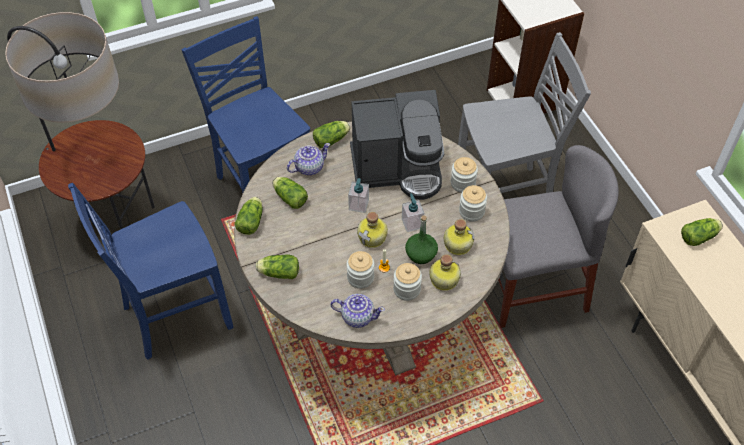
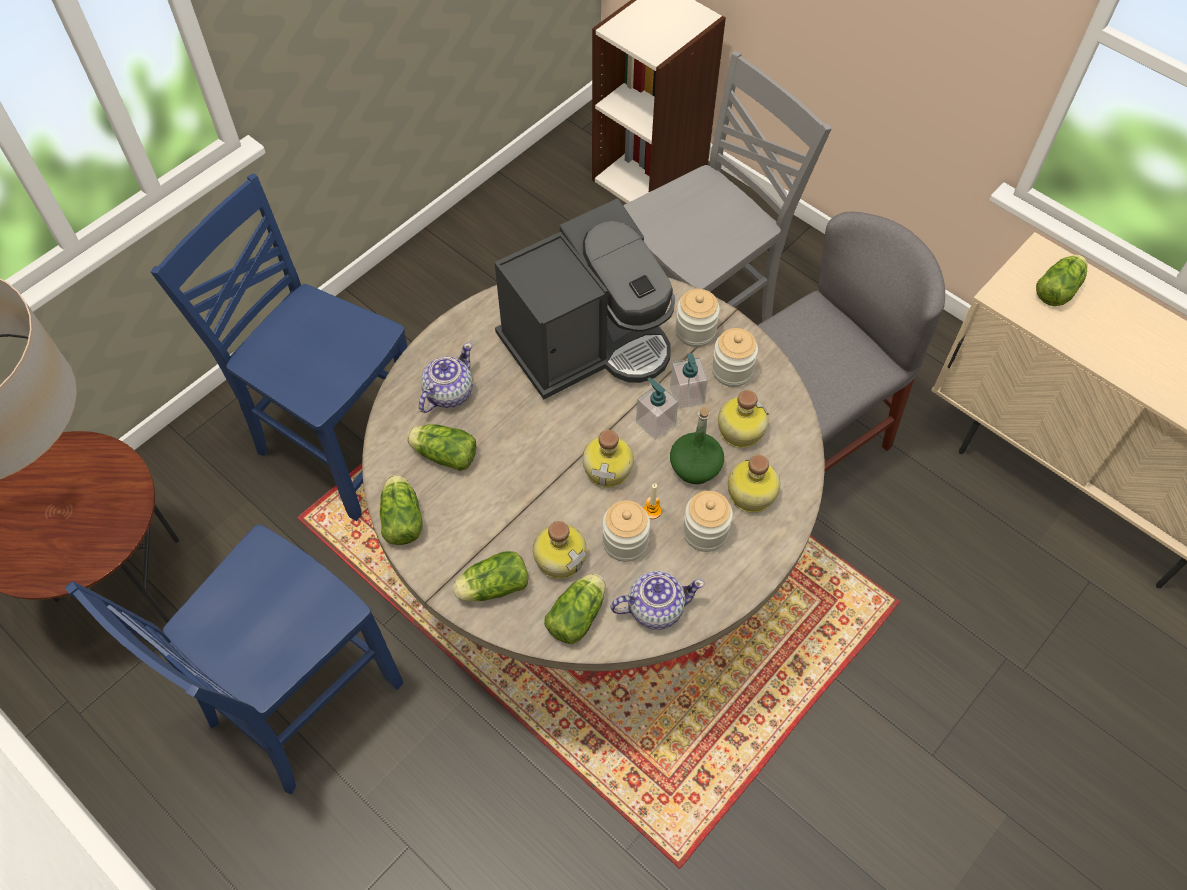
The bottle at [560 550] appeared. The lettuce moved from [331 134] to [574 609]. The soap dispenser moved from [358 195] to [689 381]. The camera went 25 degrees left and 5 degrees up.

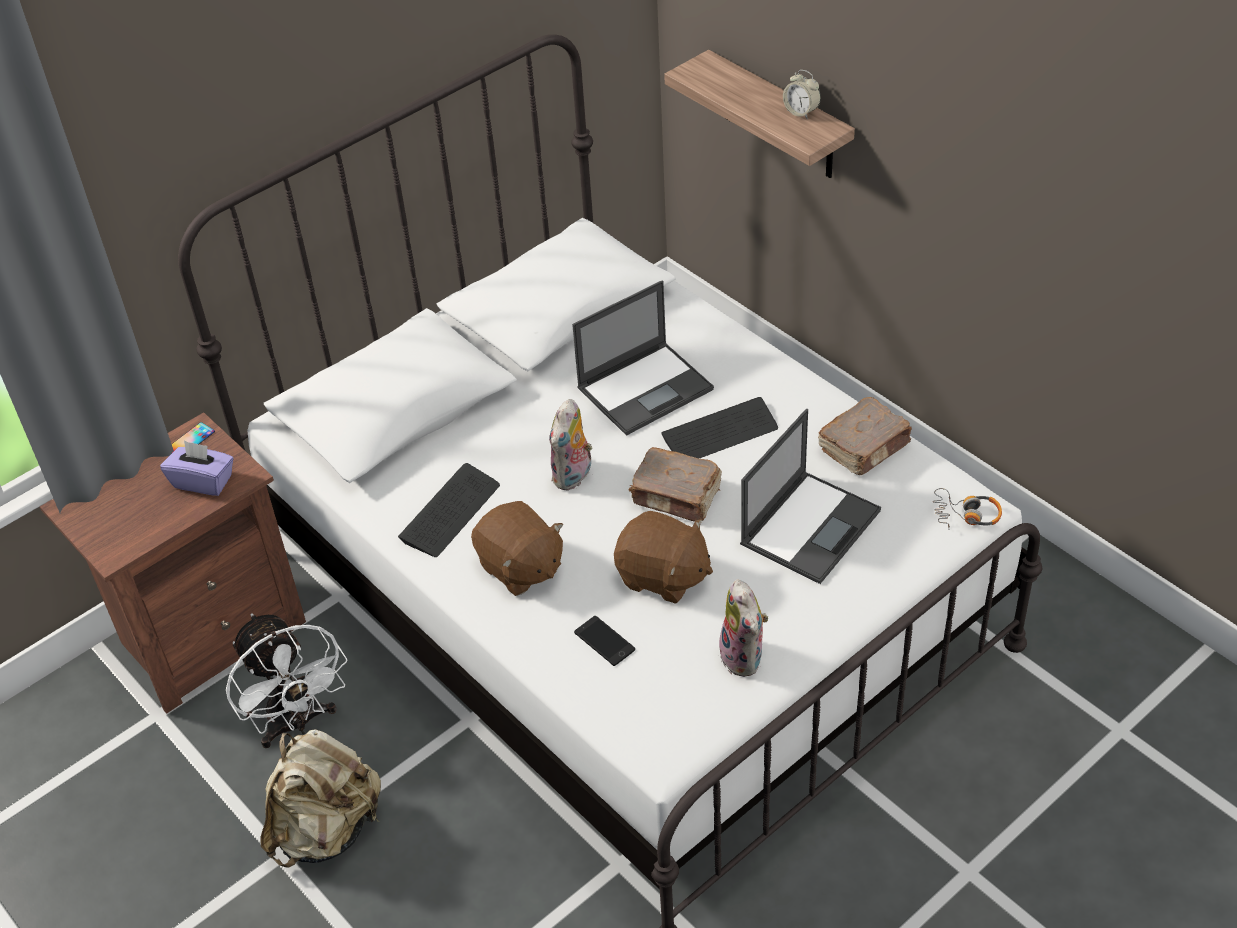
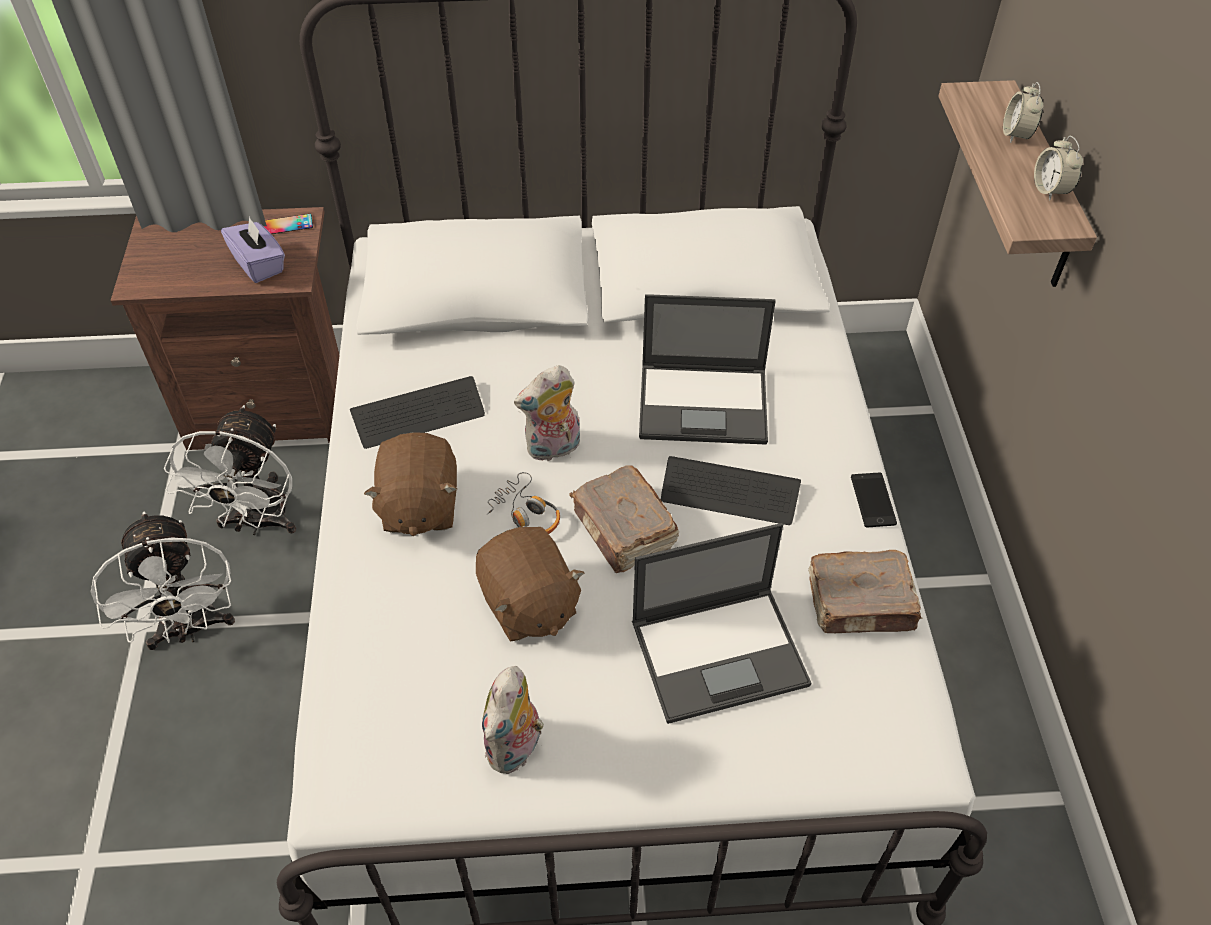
The backpack (beige) at [320 798] was replaced by the fan (white) at [163 581]. The headphones moved from [967 508] to [523 503]. The phone moved from [604 641] to [874 500]. The alarm clock at [1023 112] appeared. The camera went 35 degrees right and 5 degrees up.

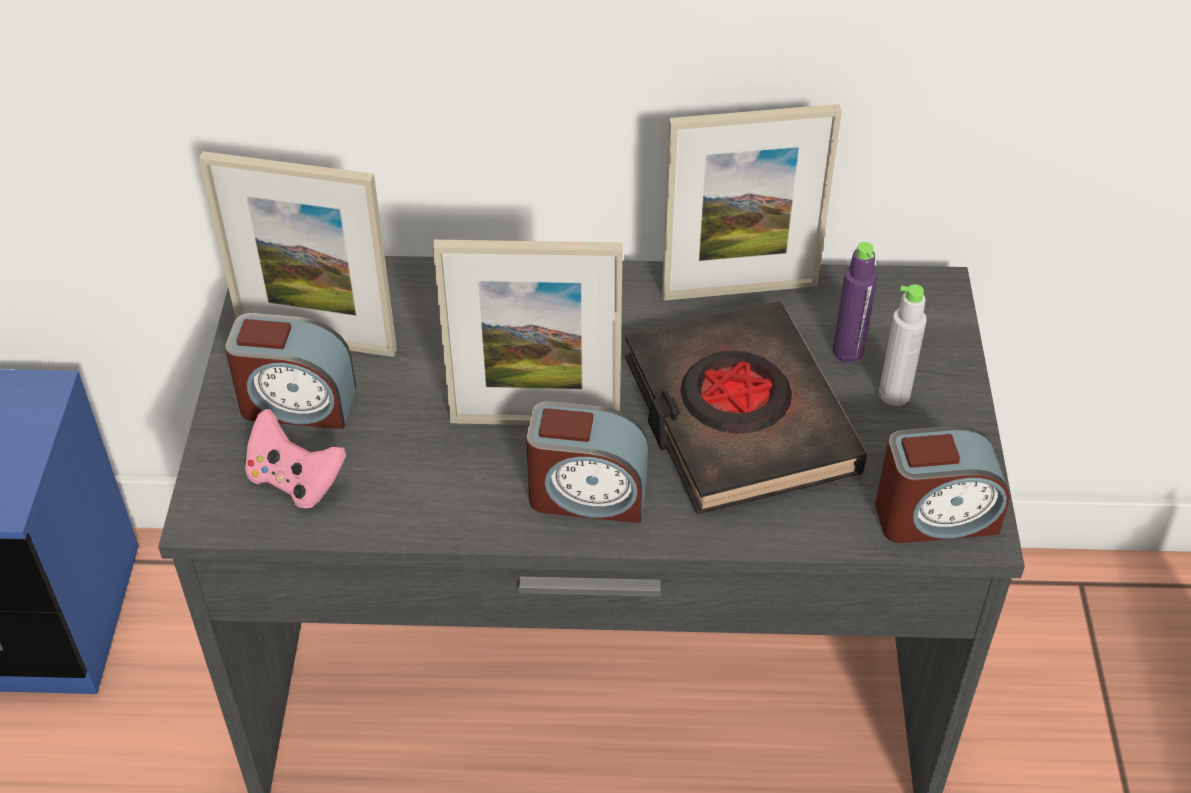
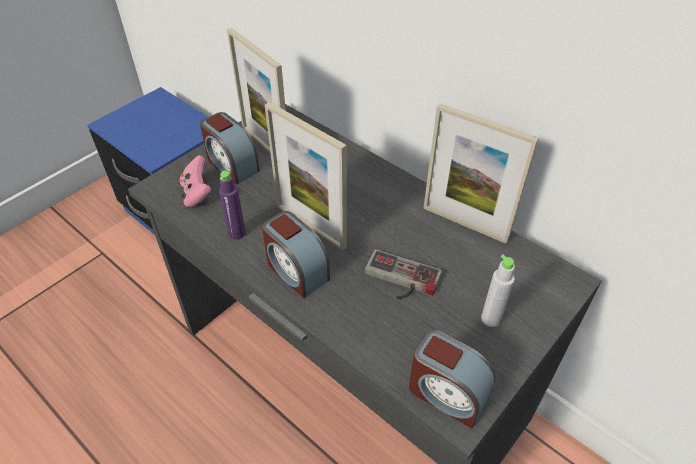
The bottle (purple) moved from [855 302] to [232 205]. The book (black) at [746 408] was replaced by the game controller at [403 274]. The camera went 40 degrees right and 0 degrees up.

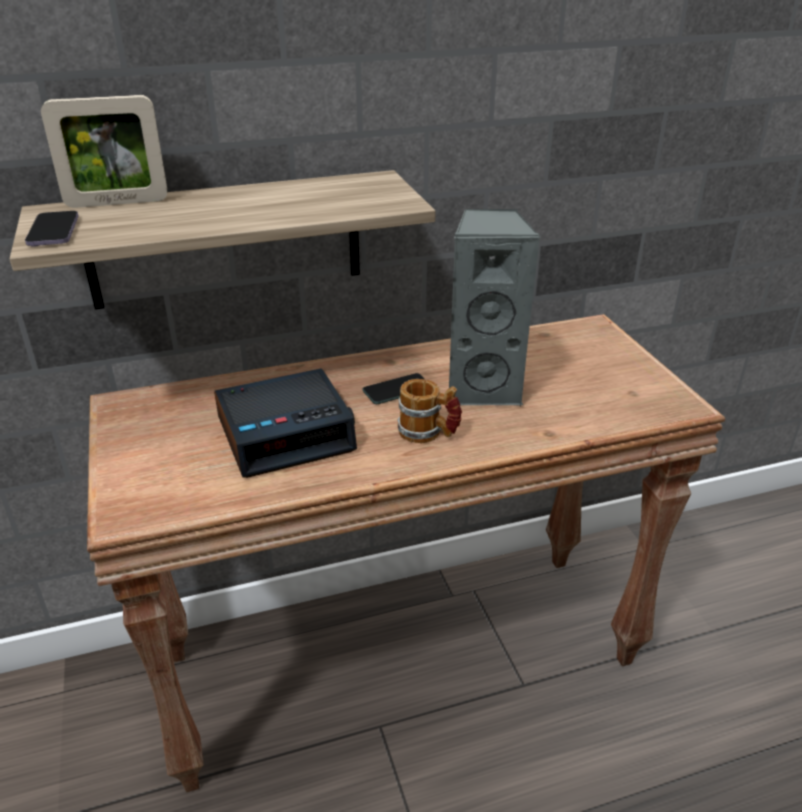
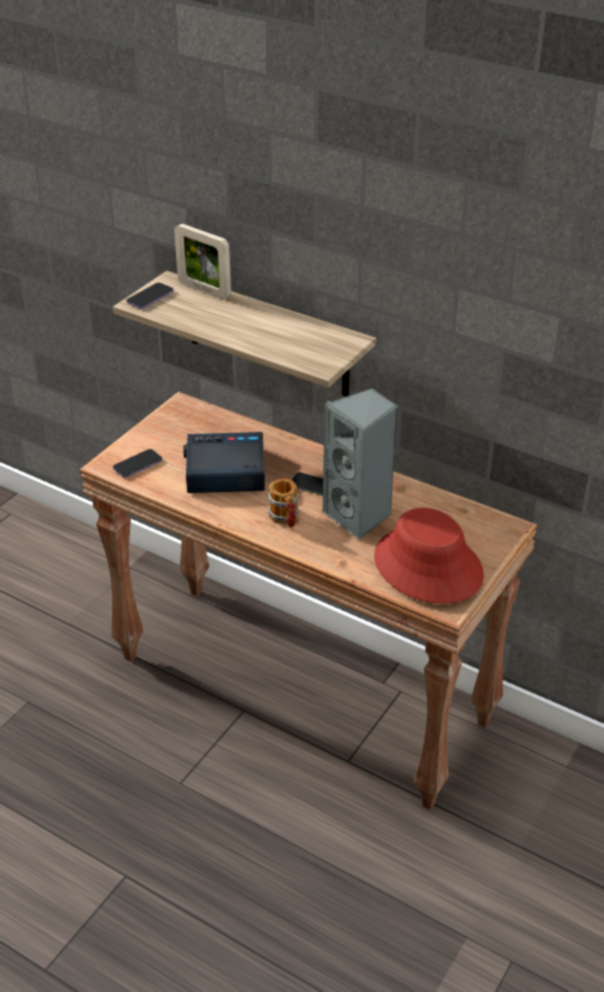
The phone at [137 463] appeared. The alarm clock at [285 423] turned 150 degrees clockwise. The hat (red) at [429 556] appeared. The camera went 50 degrees right and 5 degrees up.

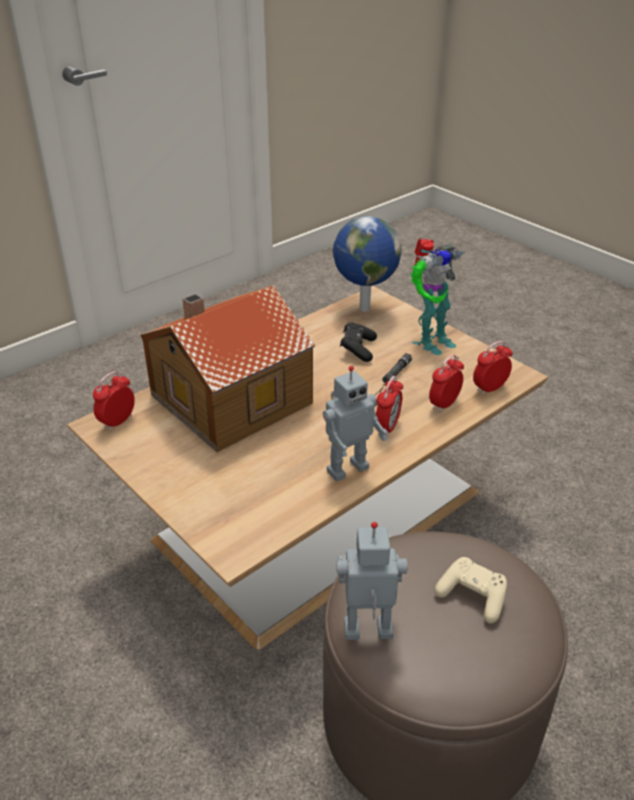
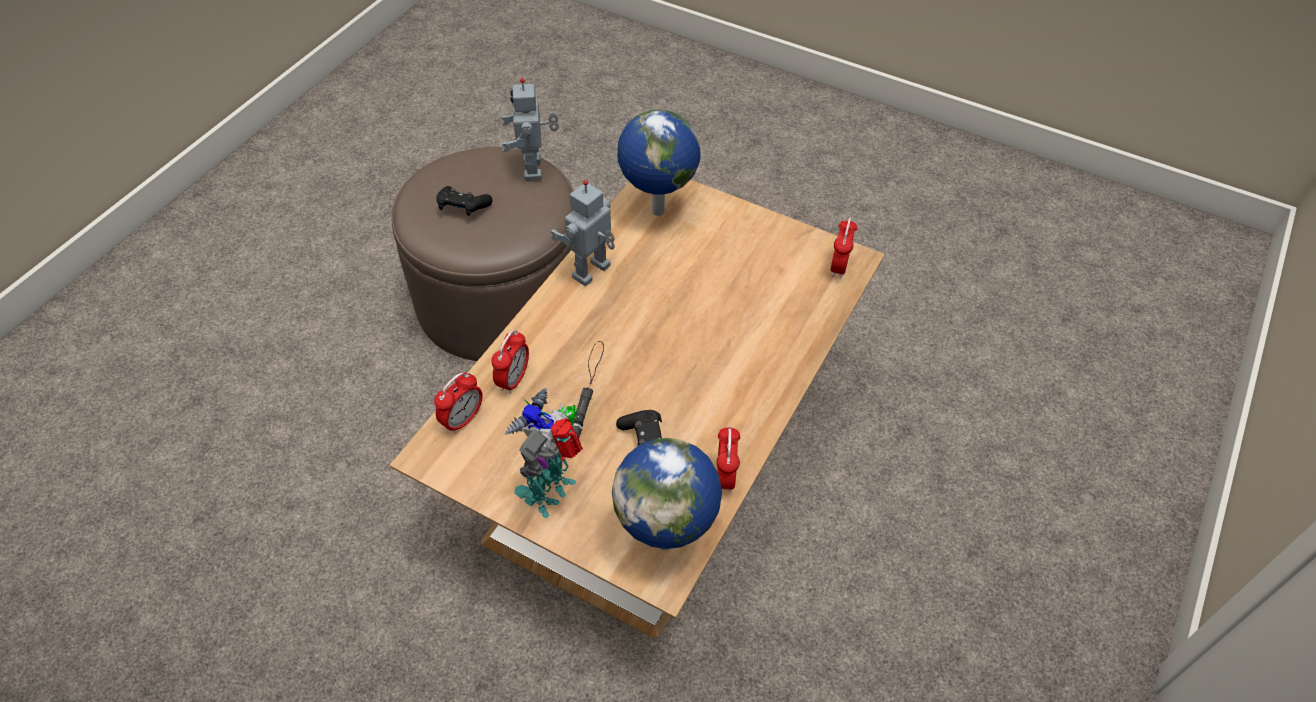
The game controller (beige) at [471 590] became the game controller (black) at [464 201]. The toy robot at [372 581] turned 105 degrees clockwise. The globe at [659 162] appeared. The alarm clock moved from [389 406] to [728 459]. The toy house at [227 368] disappeared. The camera went 160 degrees right and 15 degrees up.

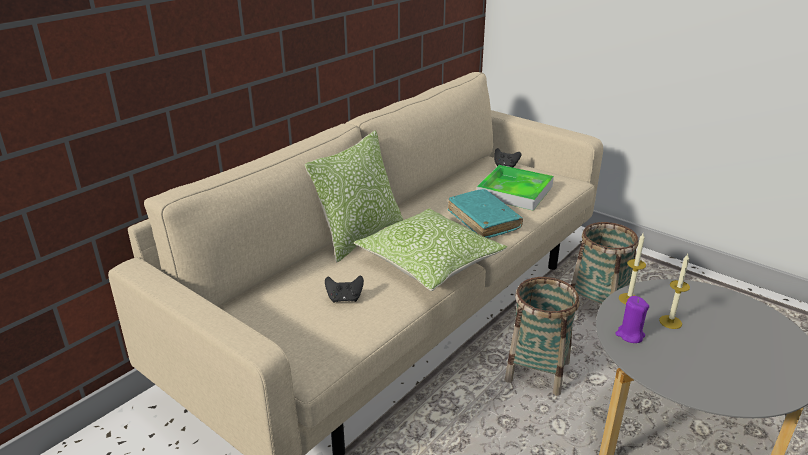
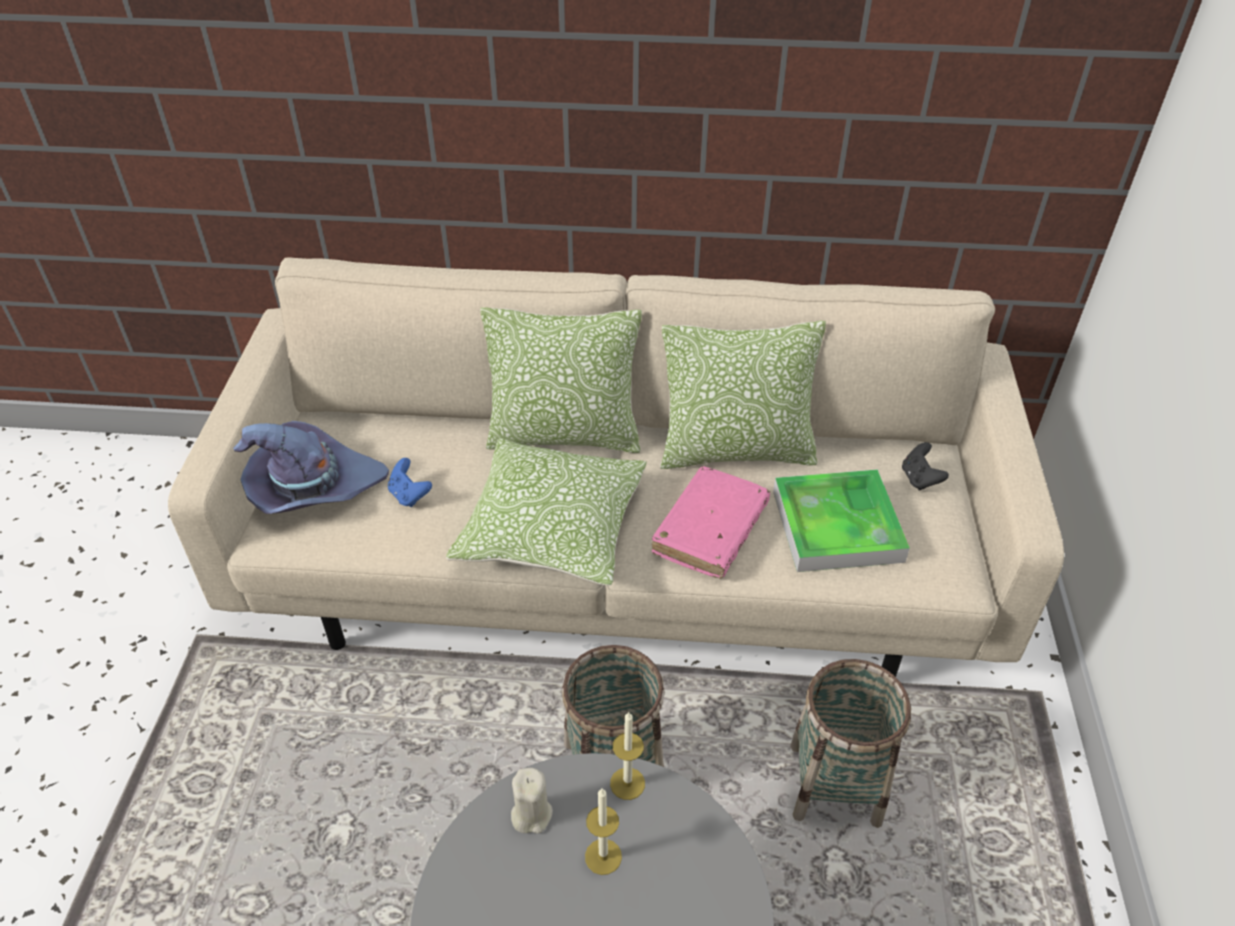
The hat (purple) at [311 467] appeared. The game controller (black) at [344 289] became the game controller (blue) at [410 482]. The candle (purple) at [632 319] became the candle (beige) at [532 800]. The book (turquoise) at [485 213] became the book (pink) at [711 522]. The pillow at [743 395] appeared. The camera went 55 degrees right and 15 degrees up.

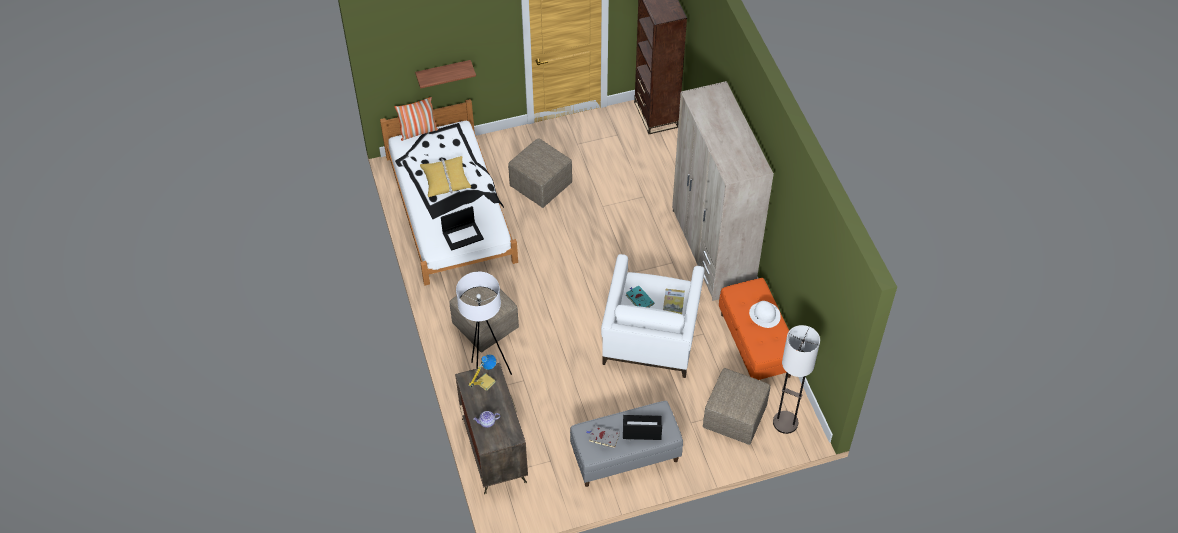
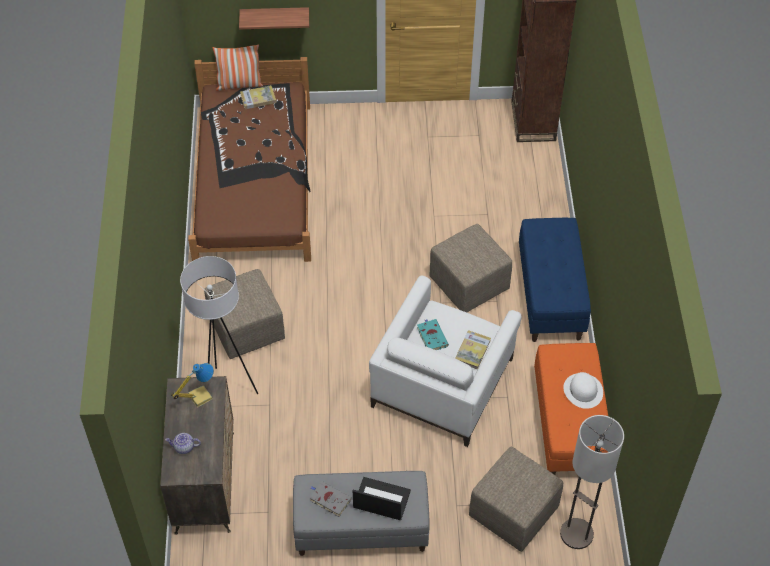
The bed (white) at [449 192] became the bed (brown) at [249 159]. The book at [258 97] appeared. The ottoman (beige) moved from [540 173] to [470 268]. The wardrobe (beige) at [723 191] was replaced by the bench (blue) at [555 280]. The pillow (yellow) at [445 176] disappeared. The laptop at [462 228] disappeared. The camera went 15 degrees right and 0 degrees up.

